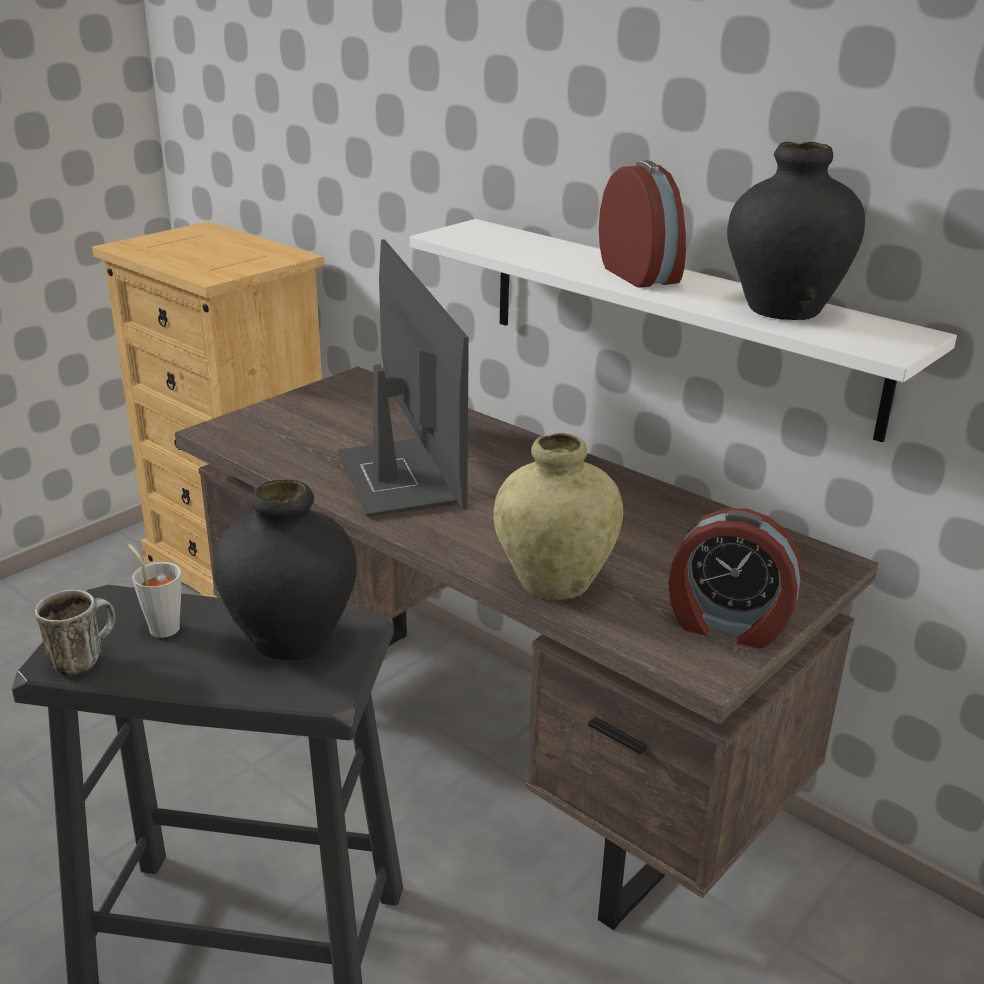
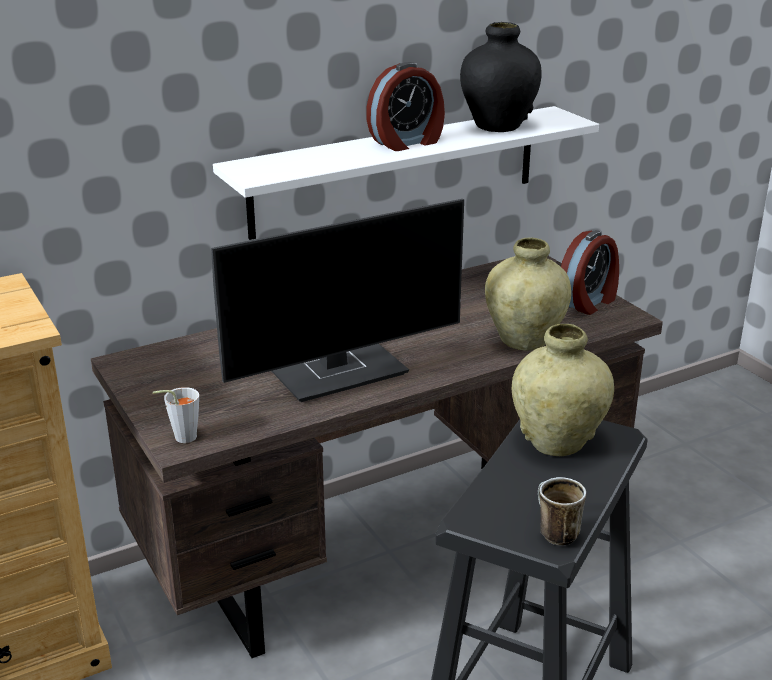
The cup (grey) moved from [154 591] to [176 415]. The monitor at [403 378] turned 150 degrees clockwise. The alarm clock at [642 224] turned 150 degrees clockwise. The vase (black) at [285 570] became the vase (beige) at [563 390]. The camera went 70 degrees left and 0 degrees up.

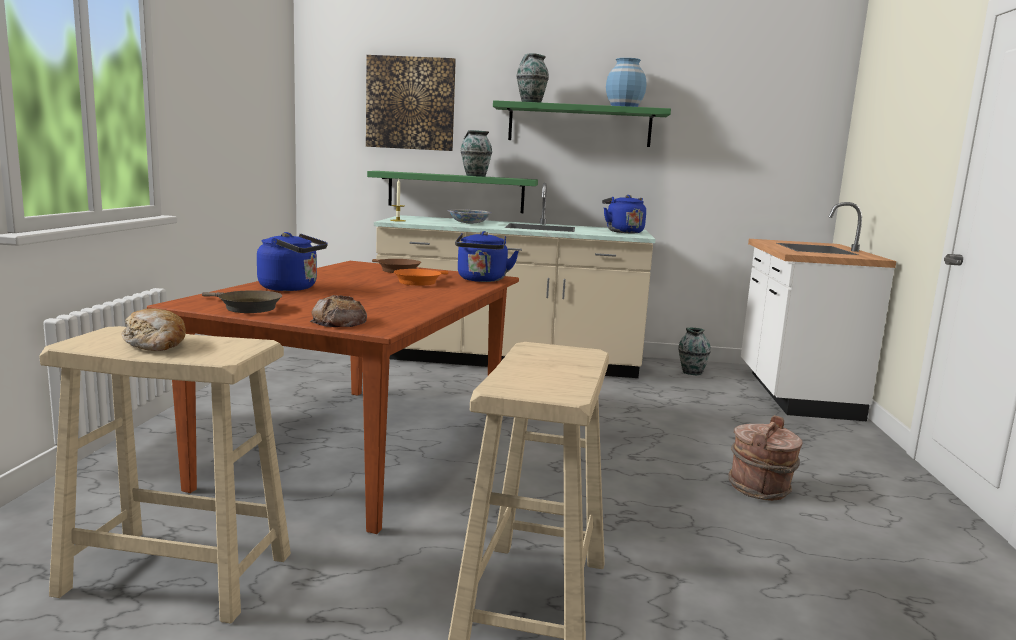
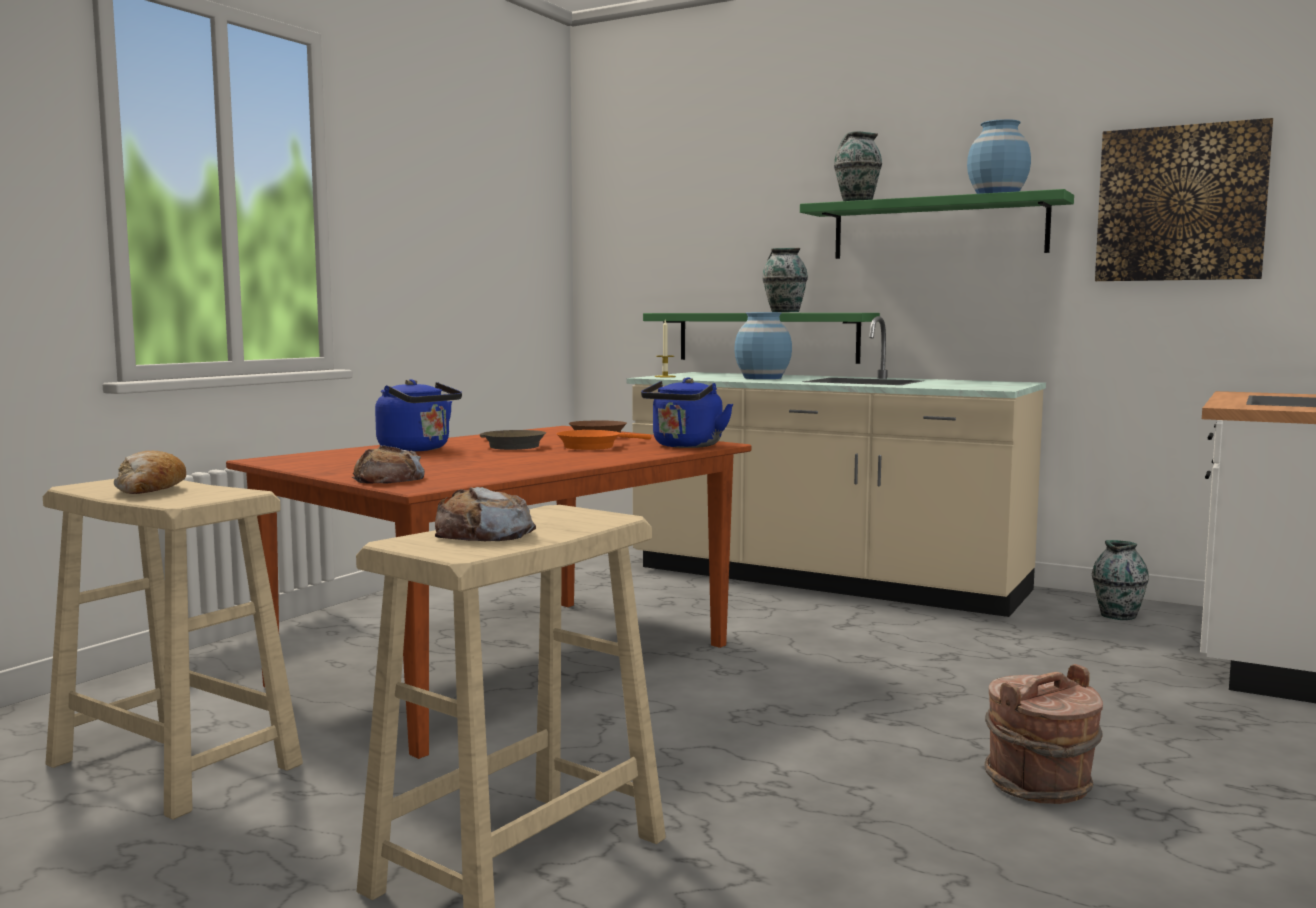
The bread at [485 514] appeared. The frying pan (brown) moved from [242 301] to [513 440]. The bowl at [469 216] was replaced by the vase (blue) at [763 345]. The picture moved from [411 103] to [1184 199]. The kettle (blue) at [624 214] disappeared. The camera went 25 degrees right and 5 degrees down.

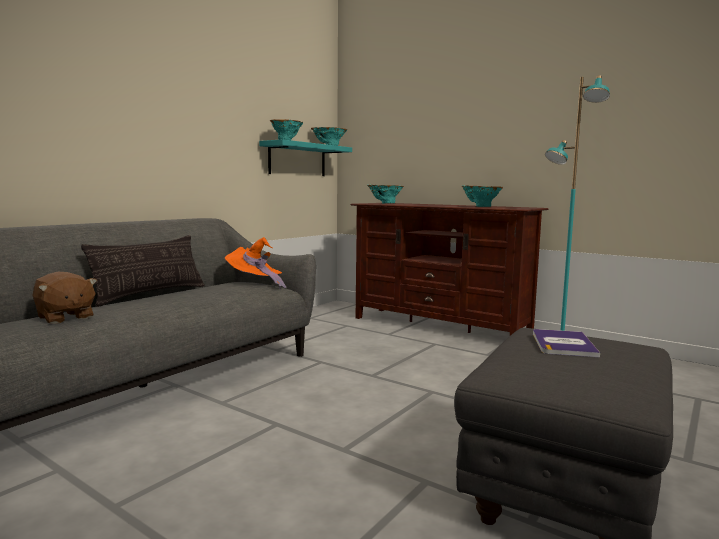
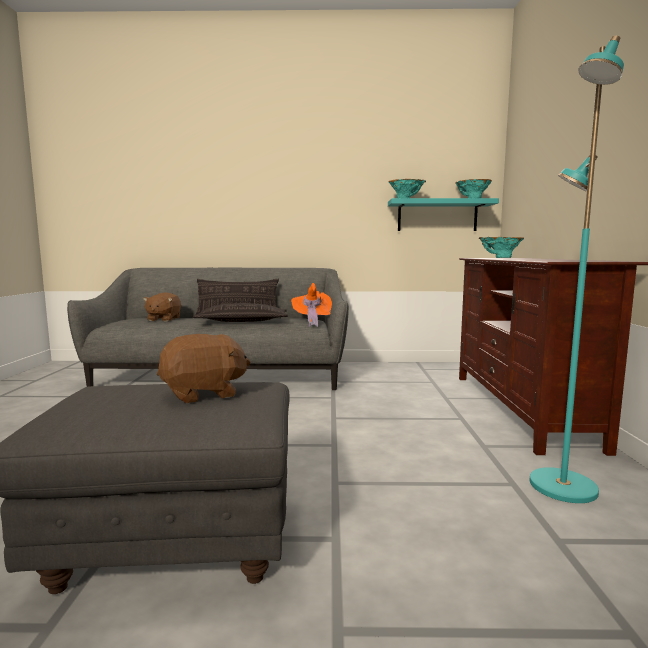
The book at [566 343] was replaced by the plush toy (brown) at [204 368]. The pillow at [240 312] appeared. The vase (turquoise) at [482 196] disappeared. The camera went 55 degrees right and 0 degrees up.

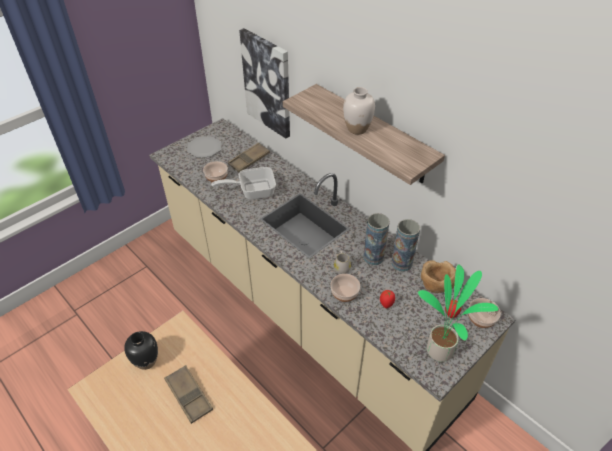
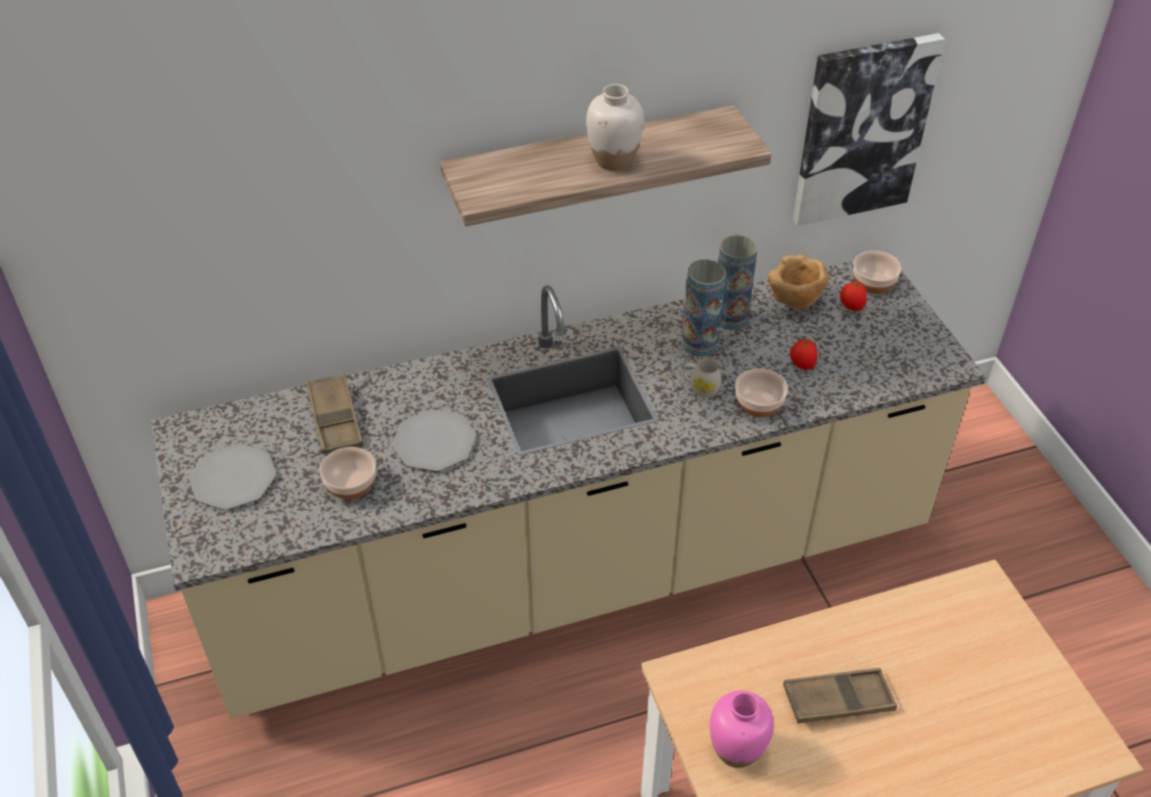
The frying pan at [243 183] was replaced by the plate at [434 440]. The vase (black) at [141 350] became the vase (pink) at [742 729]. The picture moved from [264 83] to [869 129]. The potted plant at [458 313] disappeared. The camera went 65 degrees left and 0 degrees up.

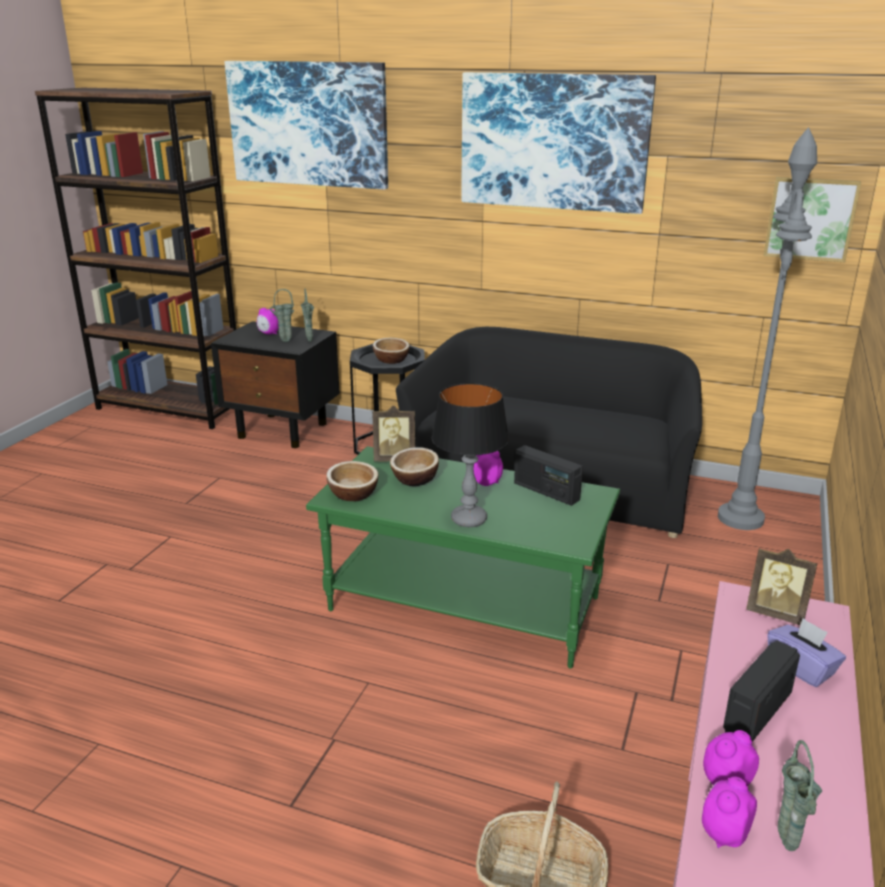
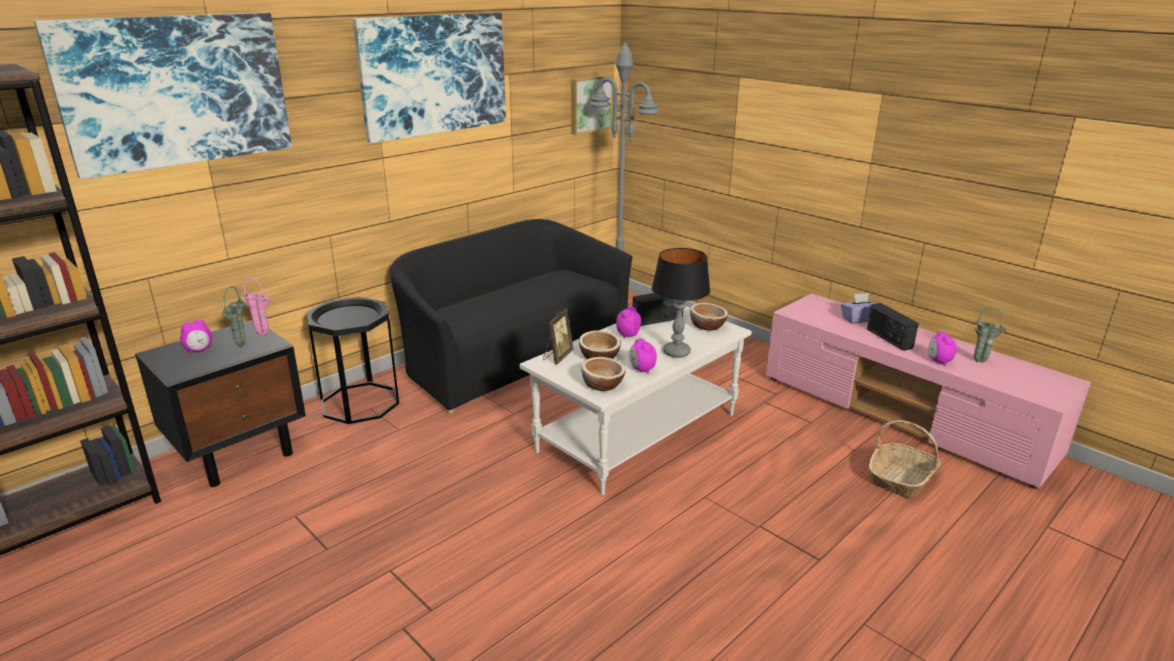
The vase (green) at [307 315] became the vase (pink) at [256 306]. The coffee table (green) at [463 557] became the coffee table (white) at [635 400]. The alarm clock moved from [729 812] to [643 356]. The bowl moved from [391 351] to [709 317]. The picture frame at [781 586] disappeared. The camera went 65 degrees left and 0 degrees up.

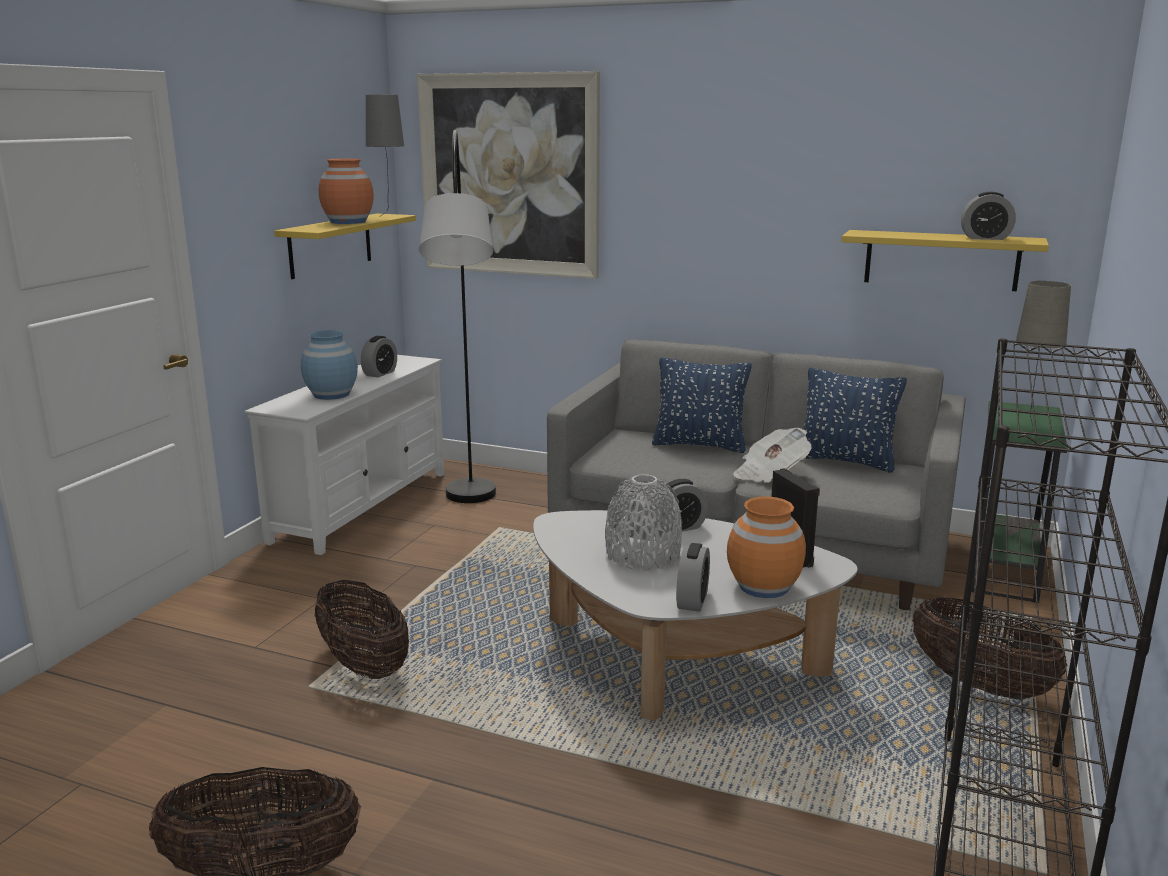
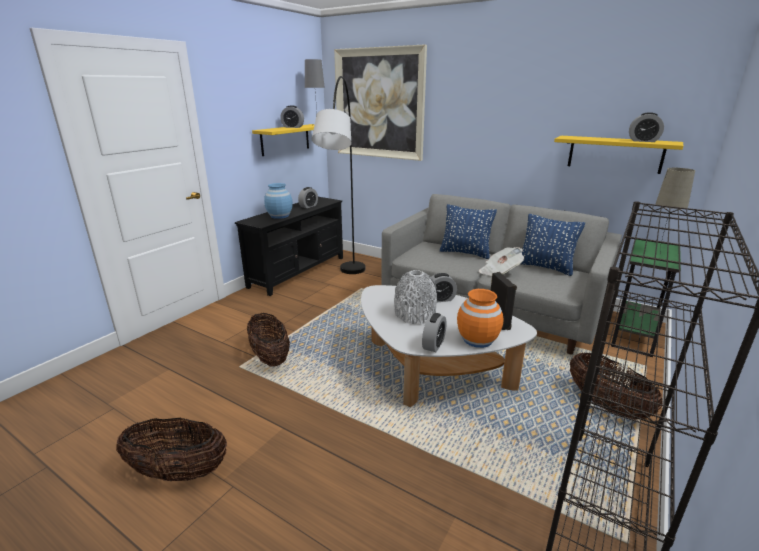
The tv stand (white) at [344 455] became the tv stand (black) at [289 246]. The vase (orange) at [346 191] was replaced by the alarm clock at [292 116]. The camera went 10 degrees right and 5 degrees up.

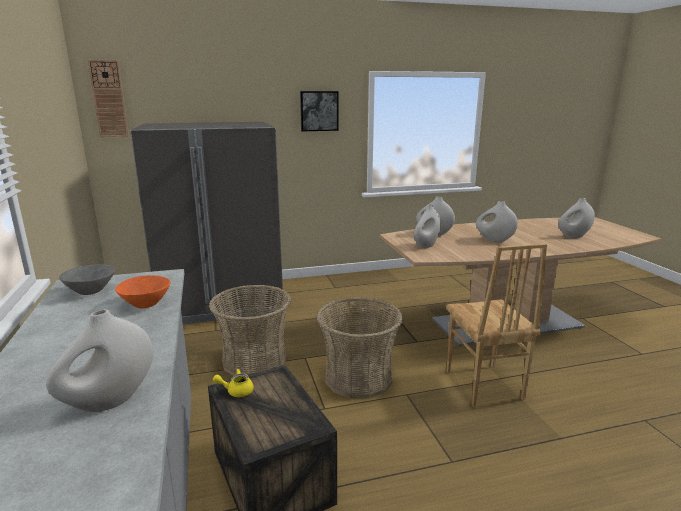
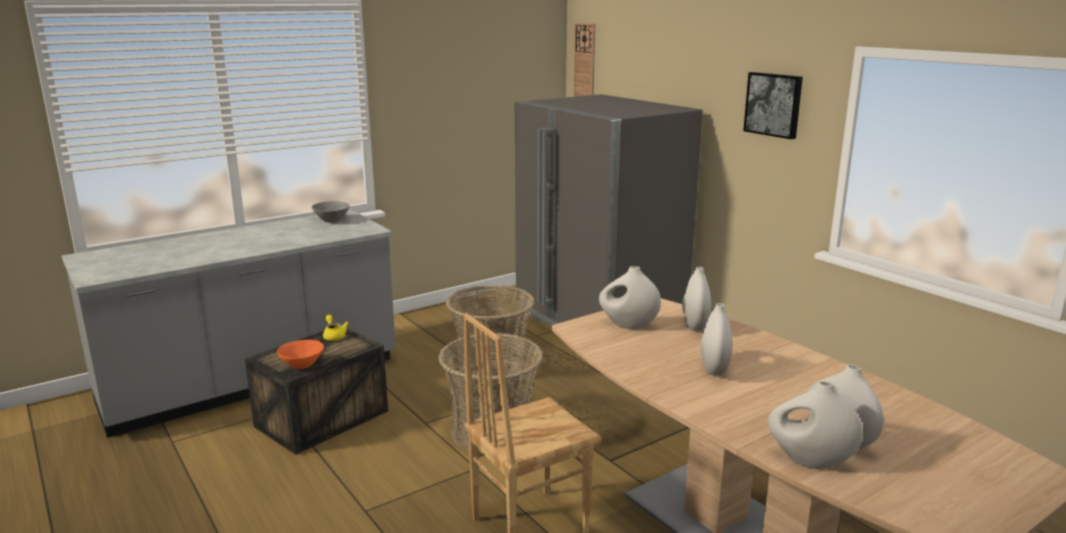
The bowl (orange) moved from [142 291] to [300 354]. The vase (white) moved from [99 360] to [815 425]. The camera went 70 degrees right and 0 degrees up.

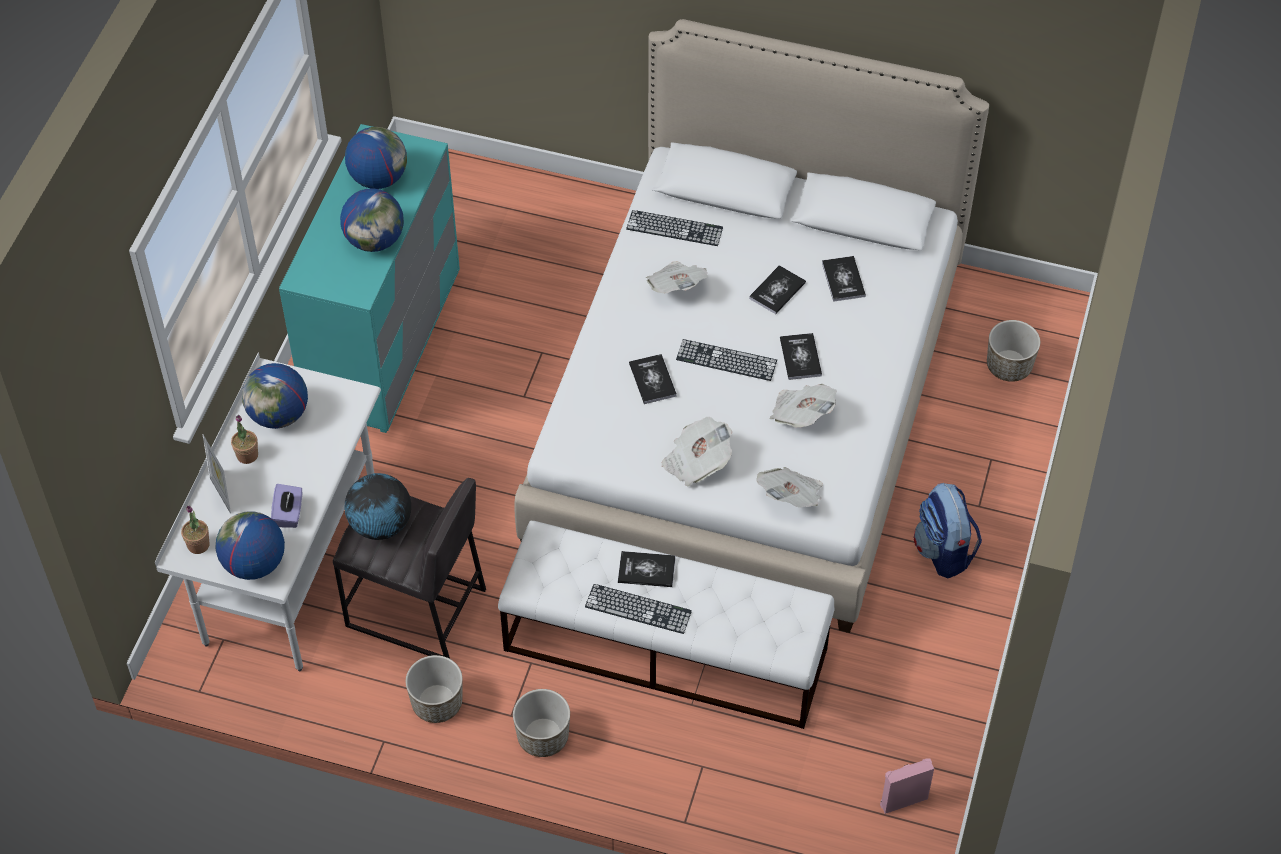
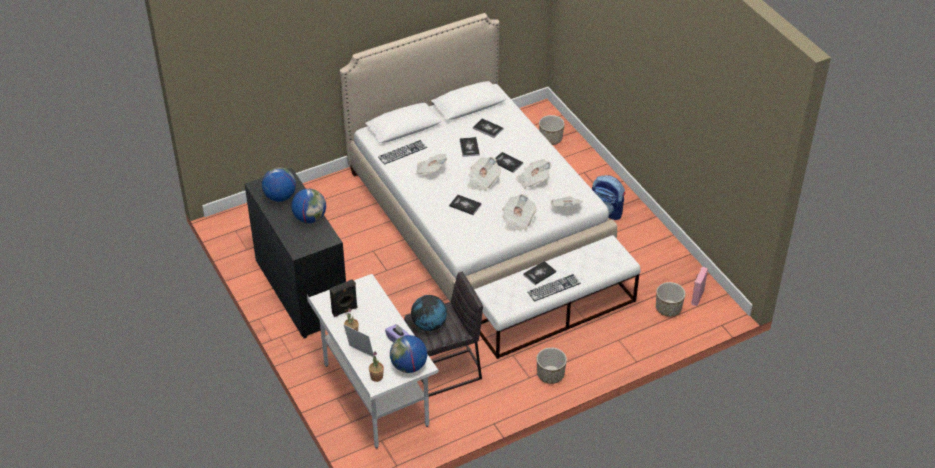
The dresser (turquoise) at [369 278] became the dresser (black) at [295 253]. The globe at [275 396] was replaced by the speaker (black) at [344 298]. The keyboard at [726 360] was replaced by the newspaper at [484 174]. The planter moved from [434 689] to [670 299]. The camera went 45 degrees left and 10 degrees down.

